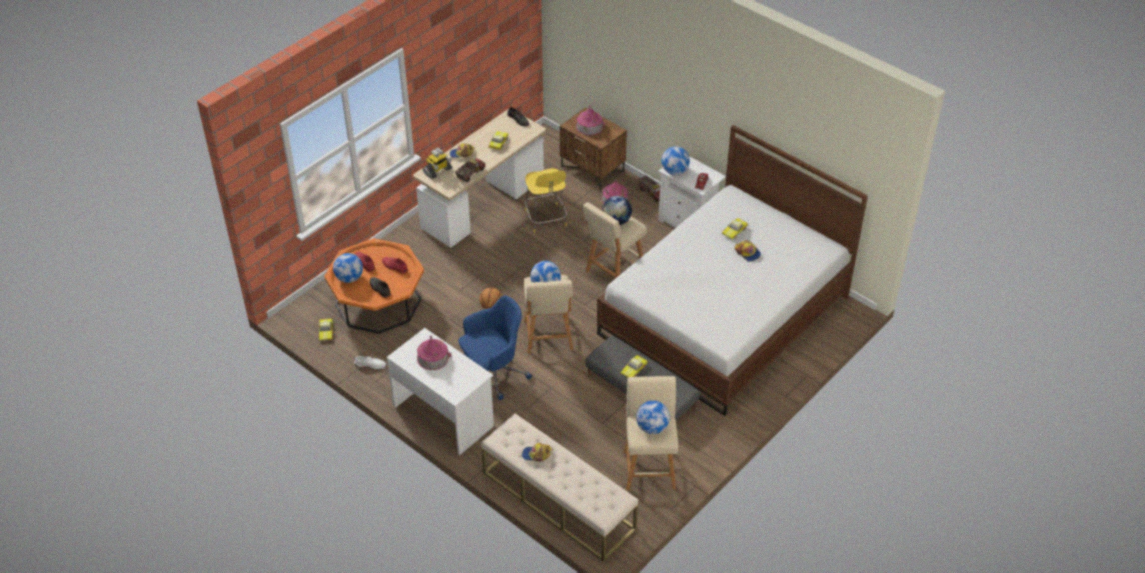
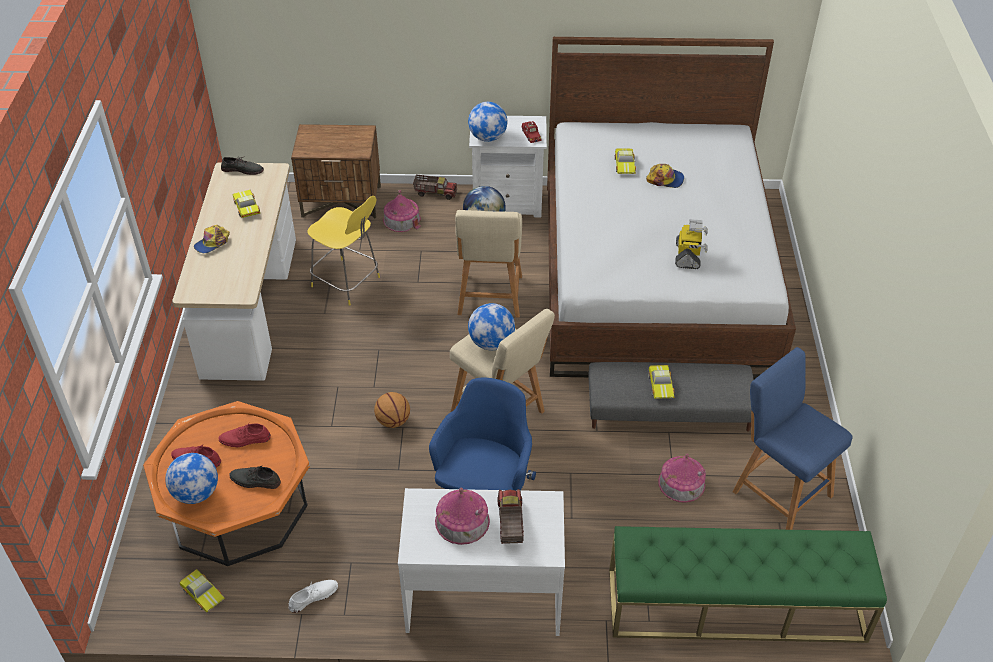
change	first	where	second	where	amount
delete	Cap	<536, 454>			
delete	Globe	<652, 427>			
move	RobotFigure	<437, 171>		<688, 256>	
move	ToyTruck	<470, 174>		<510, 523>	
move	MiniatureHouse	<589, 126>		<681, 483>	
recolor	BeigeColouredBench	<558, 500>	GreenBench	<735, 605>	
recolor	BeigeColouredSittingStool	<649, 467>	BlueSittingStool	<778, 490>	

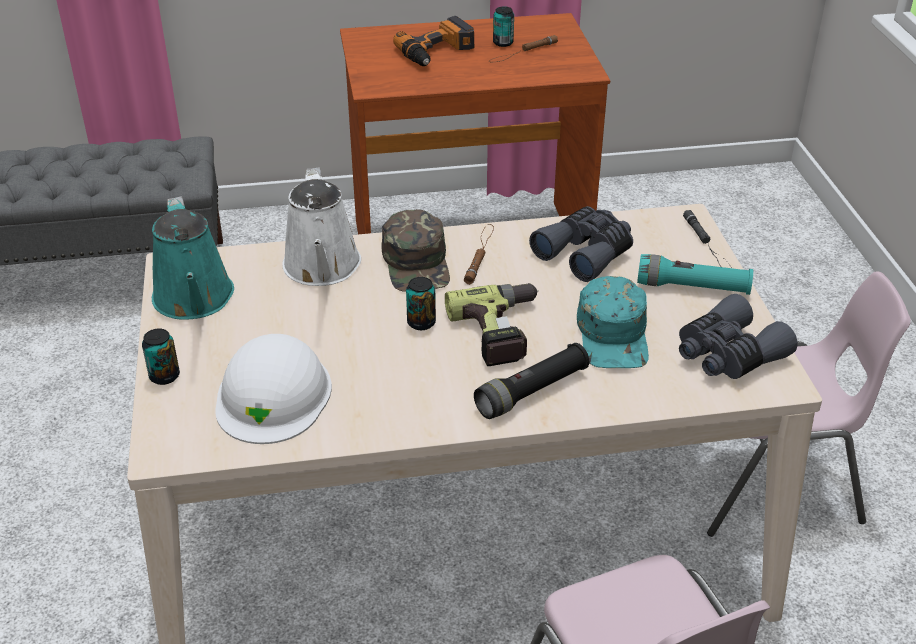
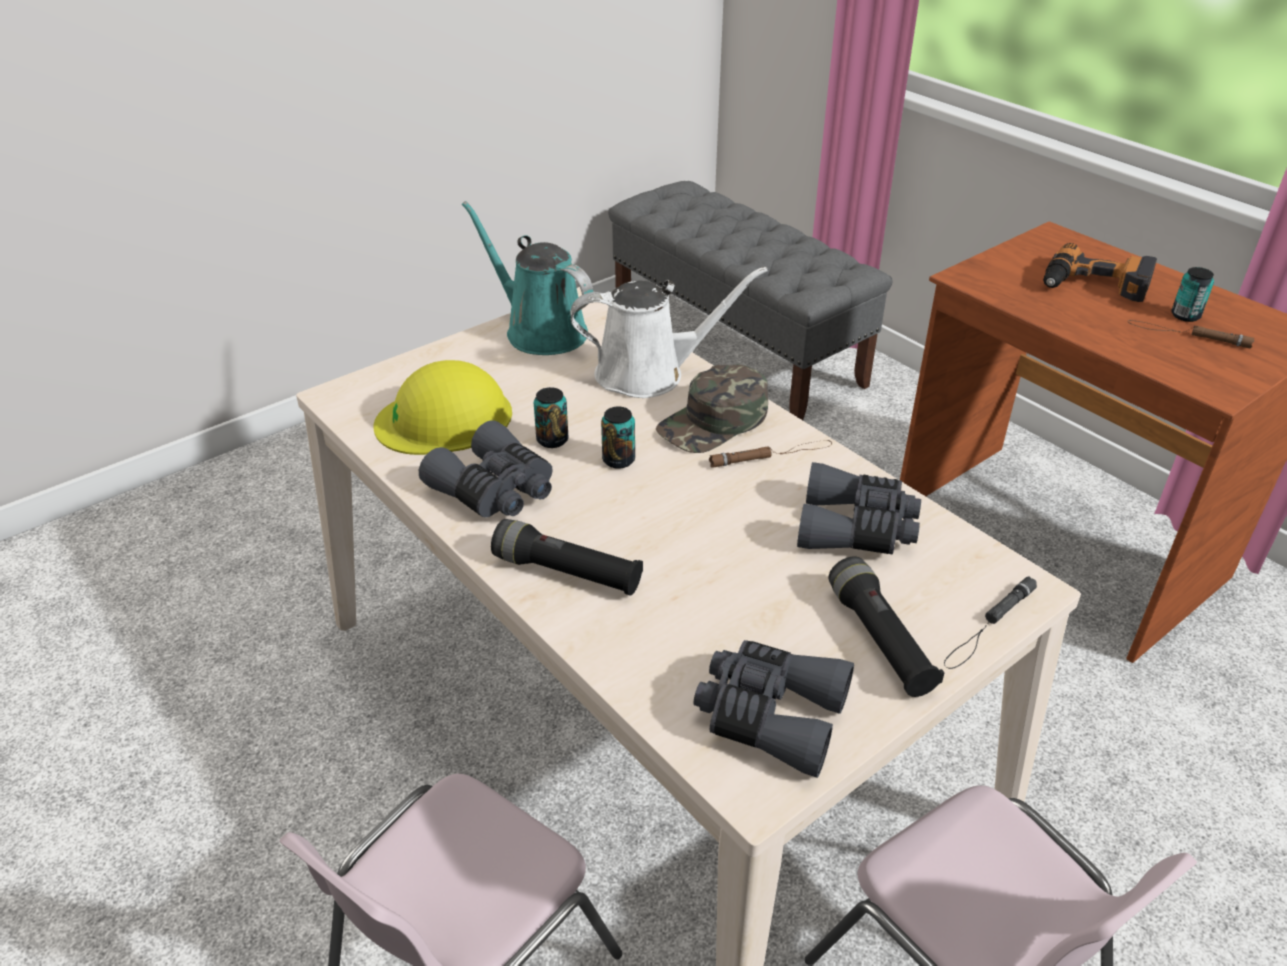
change	first	where	second	where	amount
delete	PowerDrill	<503, 332>			
delete	TurquoiseColouredCap	<614, 335>			
insert			GrayBinoculars	<495, 490>	
move	MetalCan	<164, 376>		<552, 440>	
recolor	WhitishSafetyHelmet	<273, 395>	YellowColouredSafetyHelmet	<445, 419>	
recolor	TurquoiseColouredHandTorch	<692, 287>	BlackishHandTorch	<880, 640>	
rotate	TurquoiseColouredWateringCan	<194, 300>		<540, 331>	90 degrees clockwise
rotate	WhitishWateringCan	<322, 268>		<648, 373>	150 degrees counterclockwise

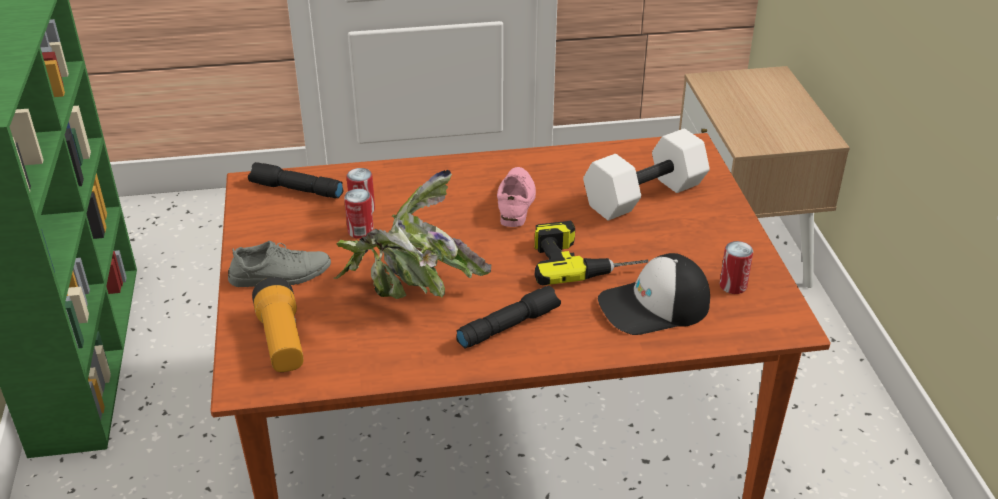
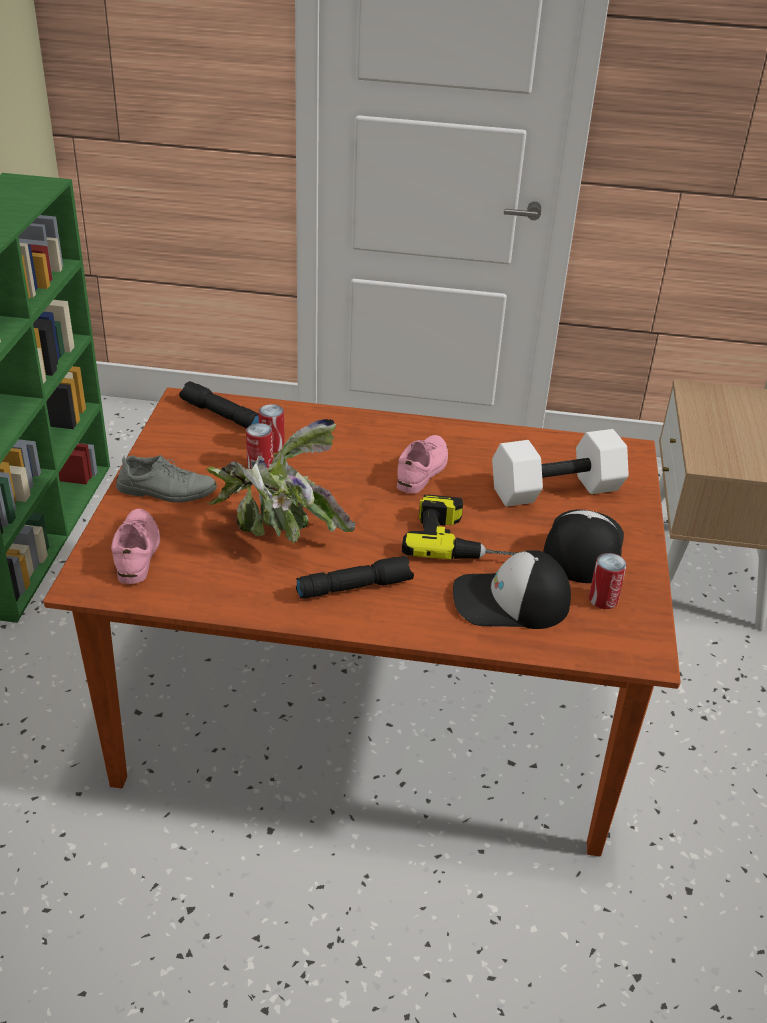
change	first	where	second	where	amount
insert			Cap	<582, 547>	
replace	HandTorch	<282, 340>	PinkItemOfFootwear	<137, 551>	

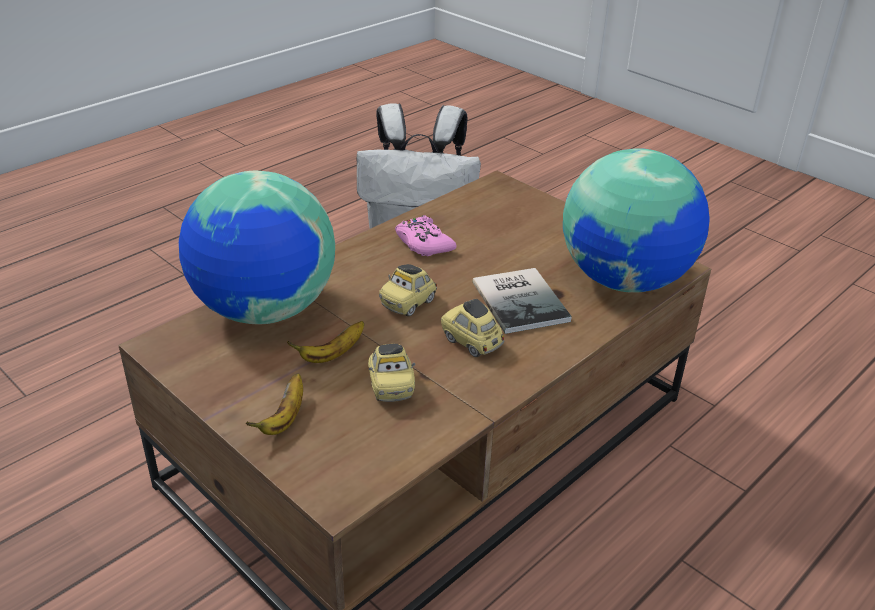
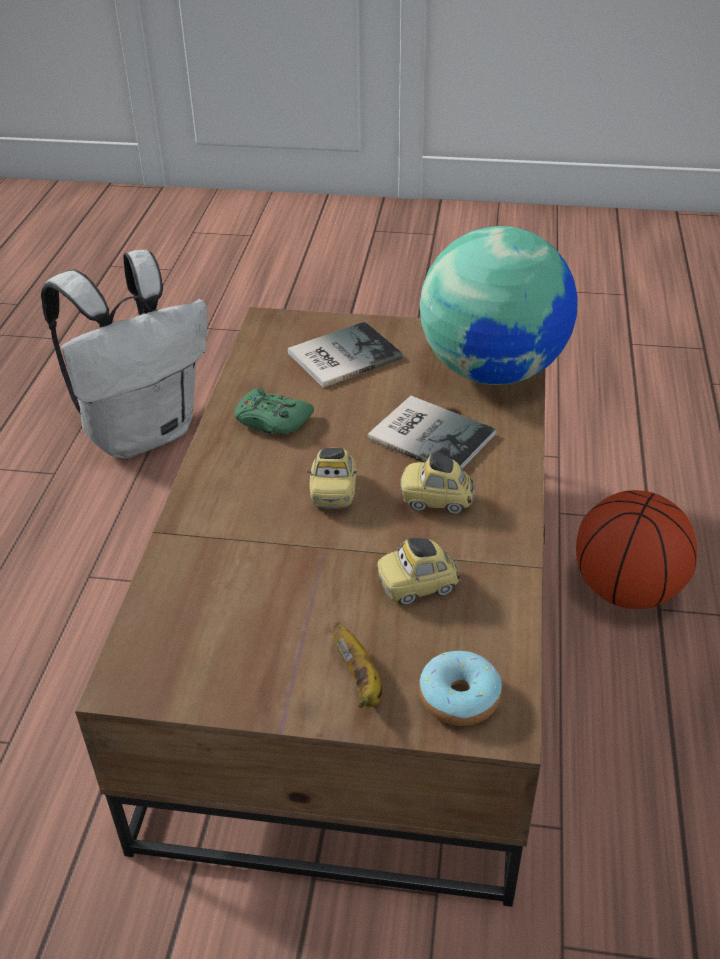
change	first	where	second	where	amount
delete	Globe	<264, 310>			
delete	BananaFruit	<332, 354>			
insert			BoundBook	<340, 355>	
insert			Doughnut	<459, 698>	
insert			BasketballBall	<626, 591>	
recolor	PinkJoypad	<423, 243>	GreenJoypad	<272, 420>	
rotate	MiniatureCar	<391, 386>		<418, 586>	120 degrees clockwise

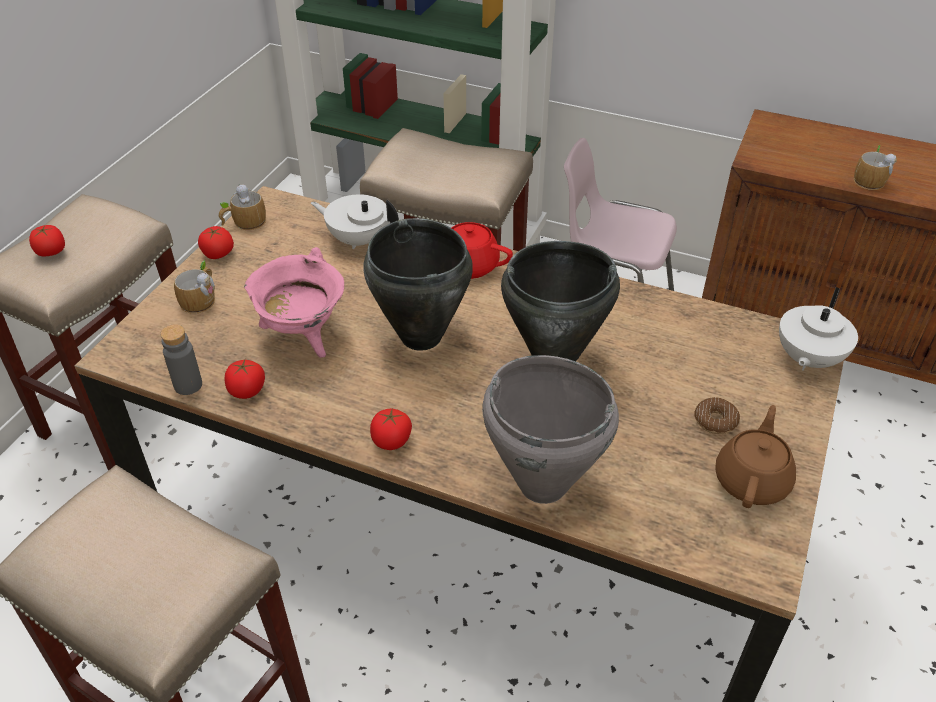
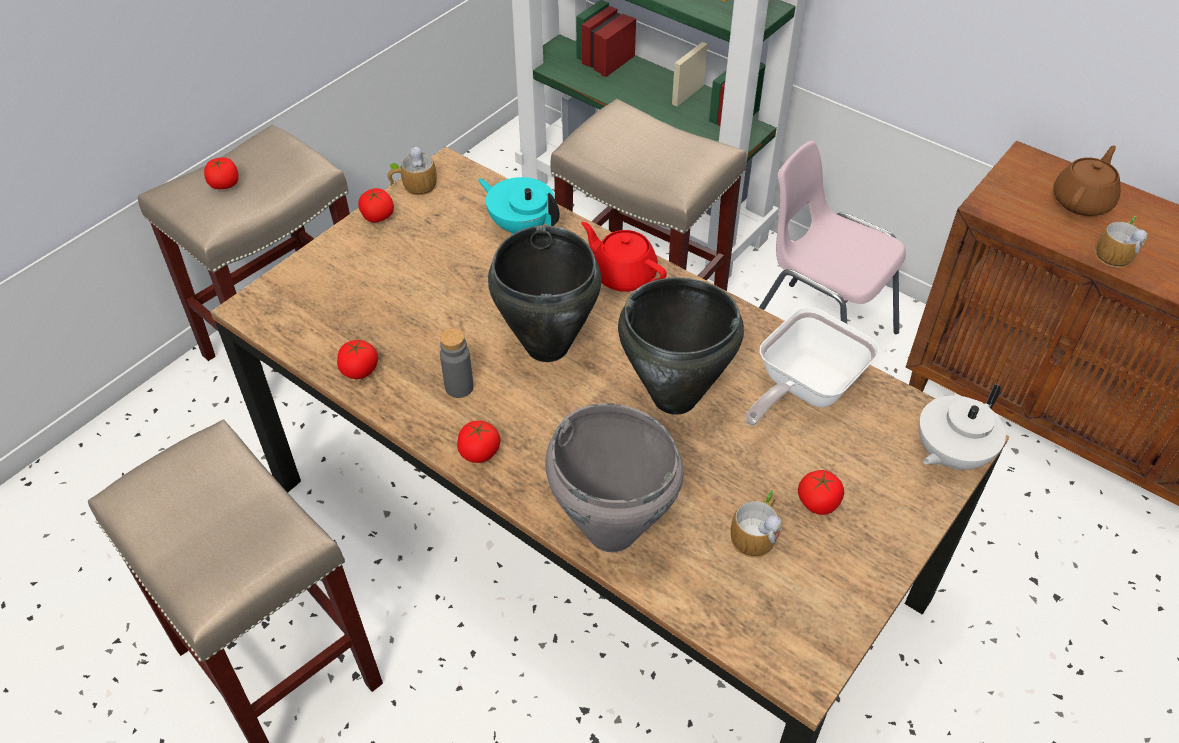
change	first	where	second	where	amount
delete	PinkStockpot	<303, 336>			
insert			Pan	<803, 389>	
move	GrayBeverageBottle	<188, 385>		<459, 387>	
move	TeaMug	<201, 298>		<757, 533>	
move	BrownishPotForTea	<752, 480>		<1082, 201>	
replace	Doughnut	<715, 421>	FreshTomato	<818, 502>	
recolor	WhitishPotForTea	<358, 240>	TurquoiseColouredPotForTea	<521, 225>	

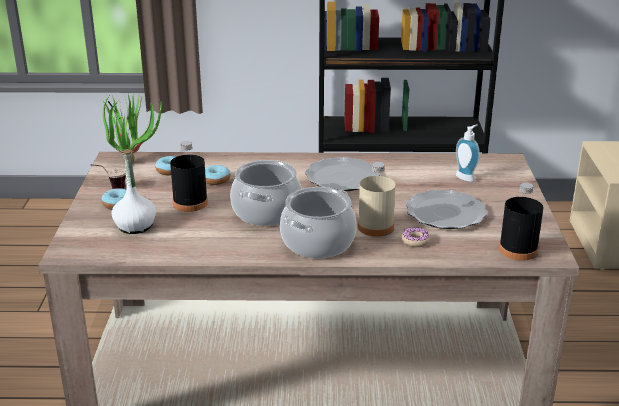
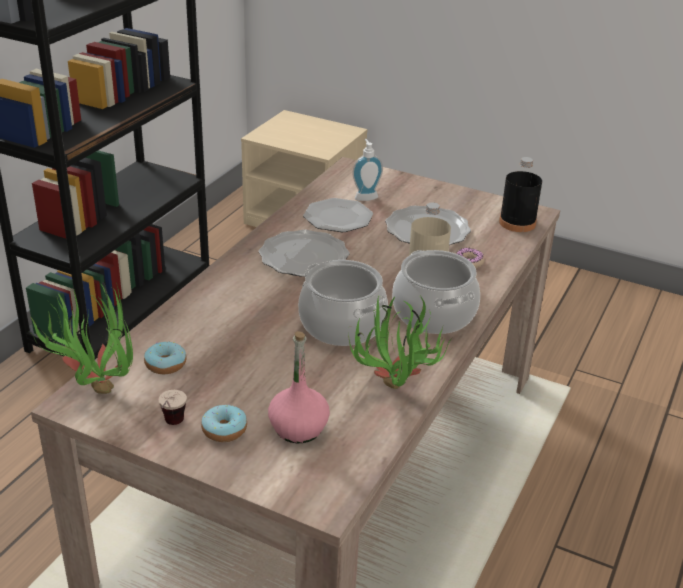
change	first	where	second	where	amount
delete	BlackishBeverageBottle	<190, 203>			
delete	Doughnut	<216, 180>			
insert			DinnerPlate	<338, 217>	
insert			PlantInAPot	<394, 394>	
recolor	WhitishBeverageBottle	<135, 226>	PinkBeverageBottle	<299, 428>	

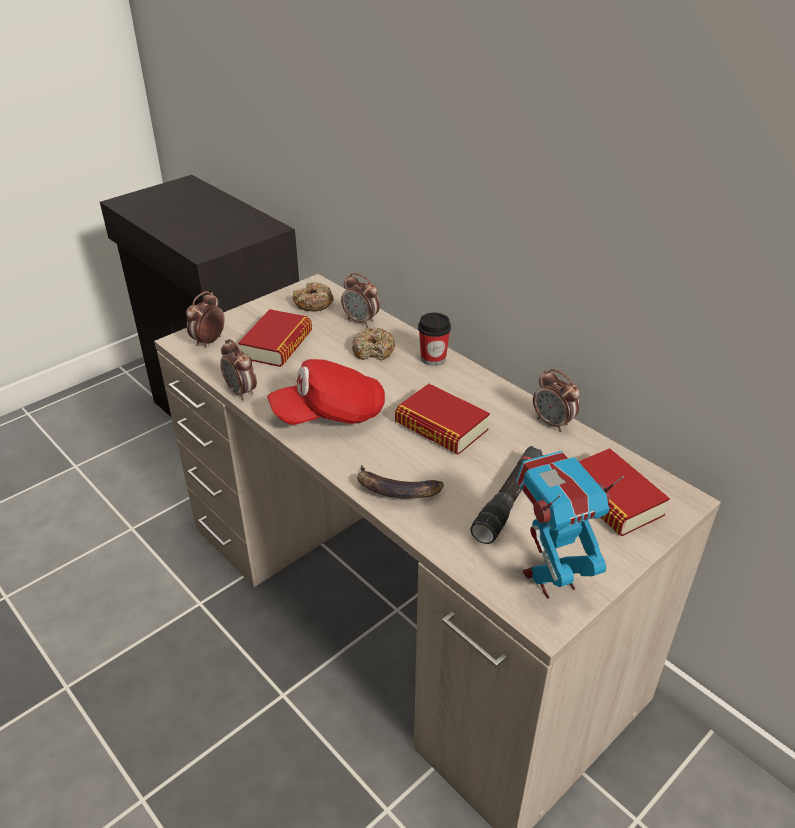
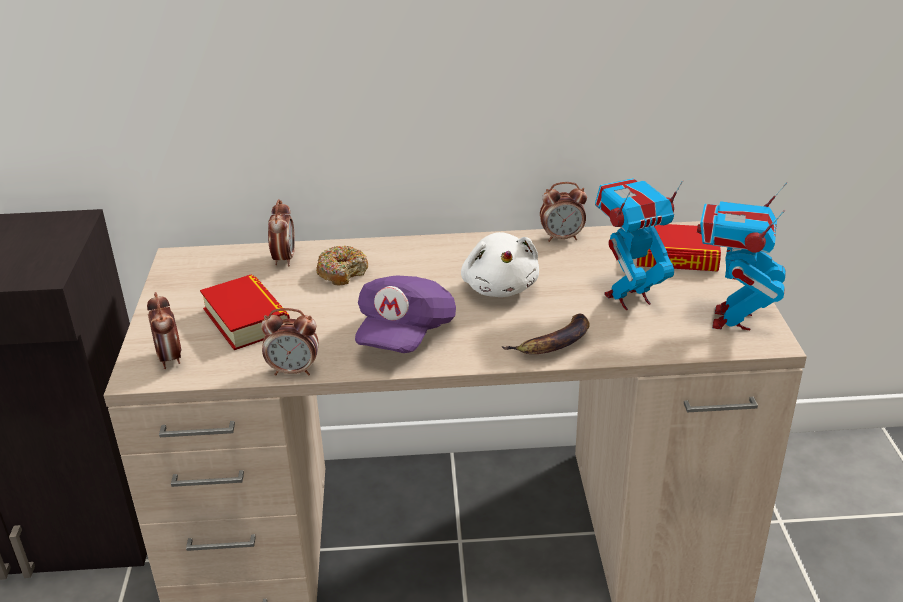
change	first	where	second	where	amount
delete	Doughnut	<313, 303>			
delete	DrinkingCup	<433, 358>			
replace	BoundBook	<441, 426>	WhitishSoftToy	<500, 287>	
replace	BlackishHandTorch	<509, 500>	RobotFigure	<628, 298>	
recolor	RedCap	<330, 414>	PurpleColouredCap	<405, 334>	
rotate	TableClock	<361, 321>		<284, 259>	75 degrees counterclockwise

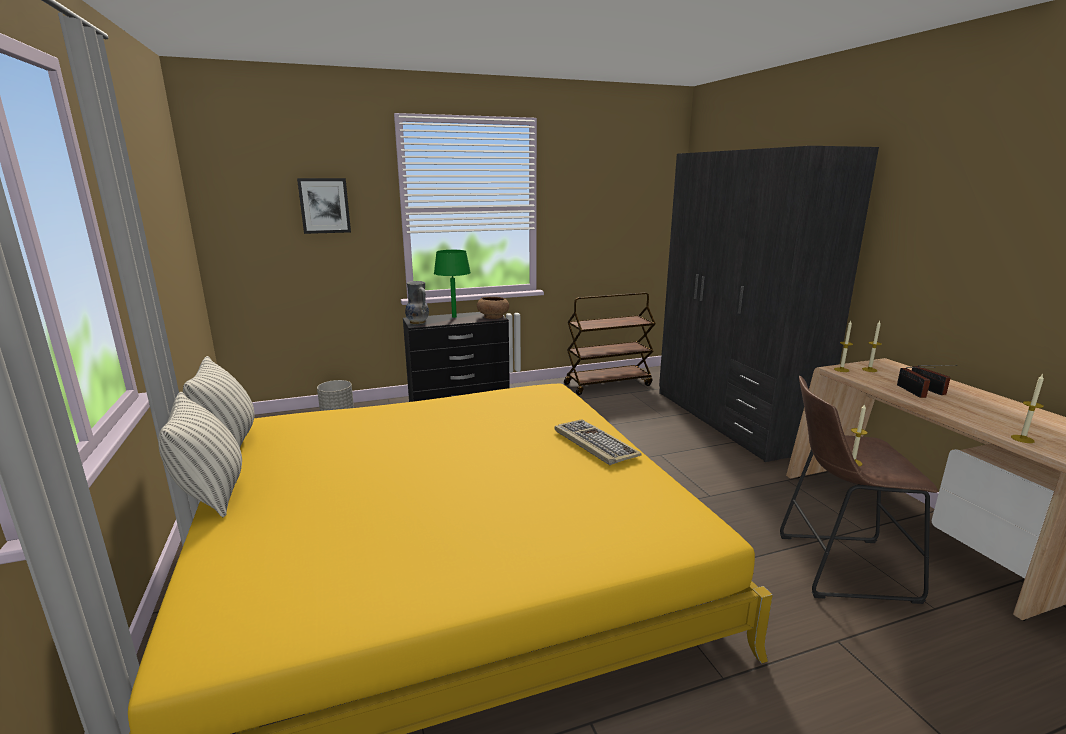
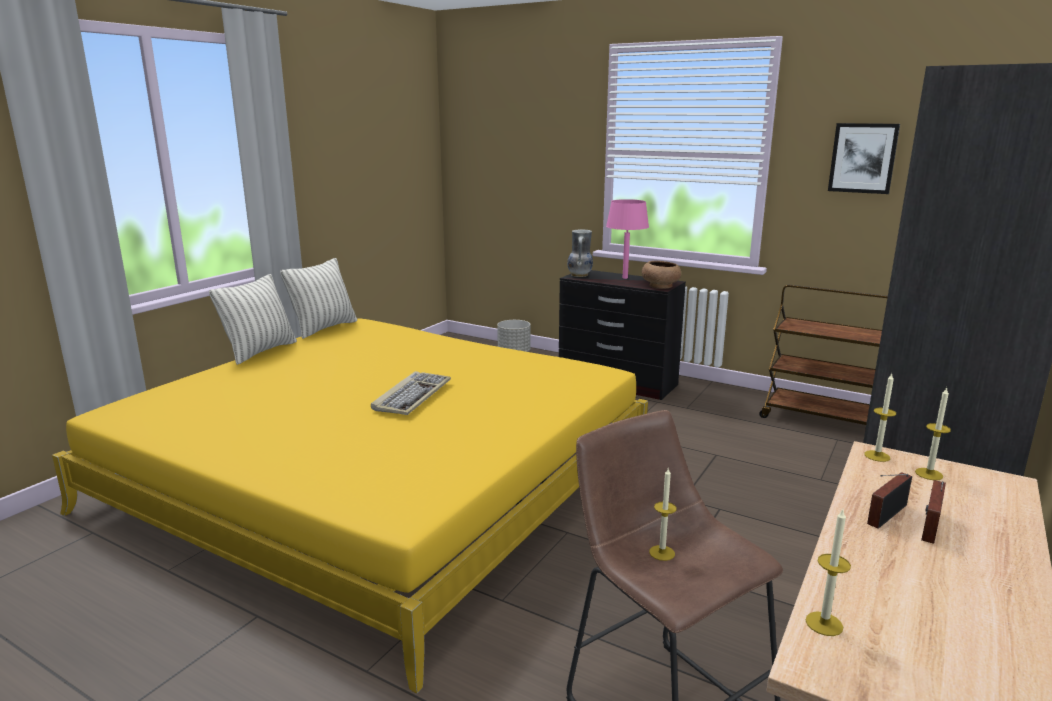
change	first	where	second	where	amount
move	WallPicture	<324, 205>		<863, 158>	
move	Keyboard	<594, 444>		<412, 396>	
recolor	GreenTabletopLamp	<454, 317>	PinkTabletopLamp	<625, 278>	

